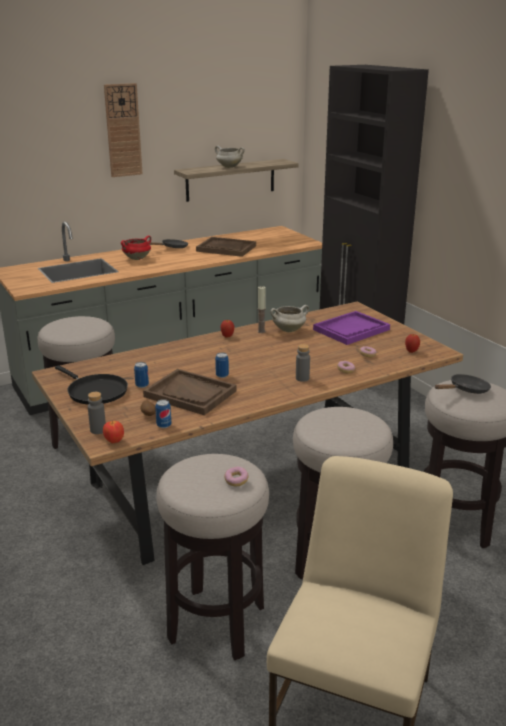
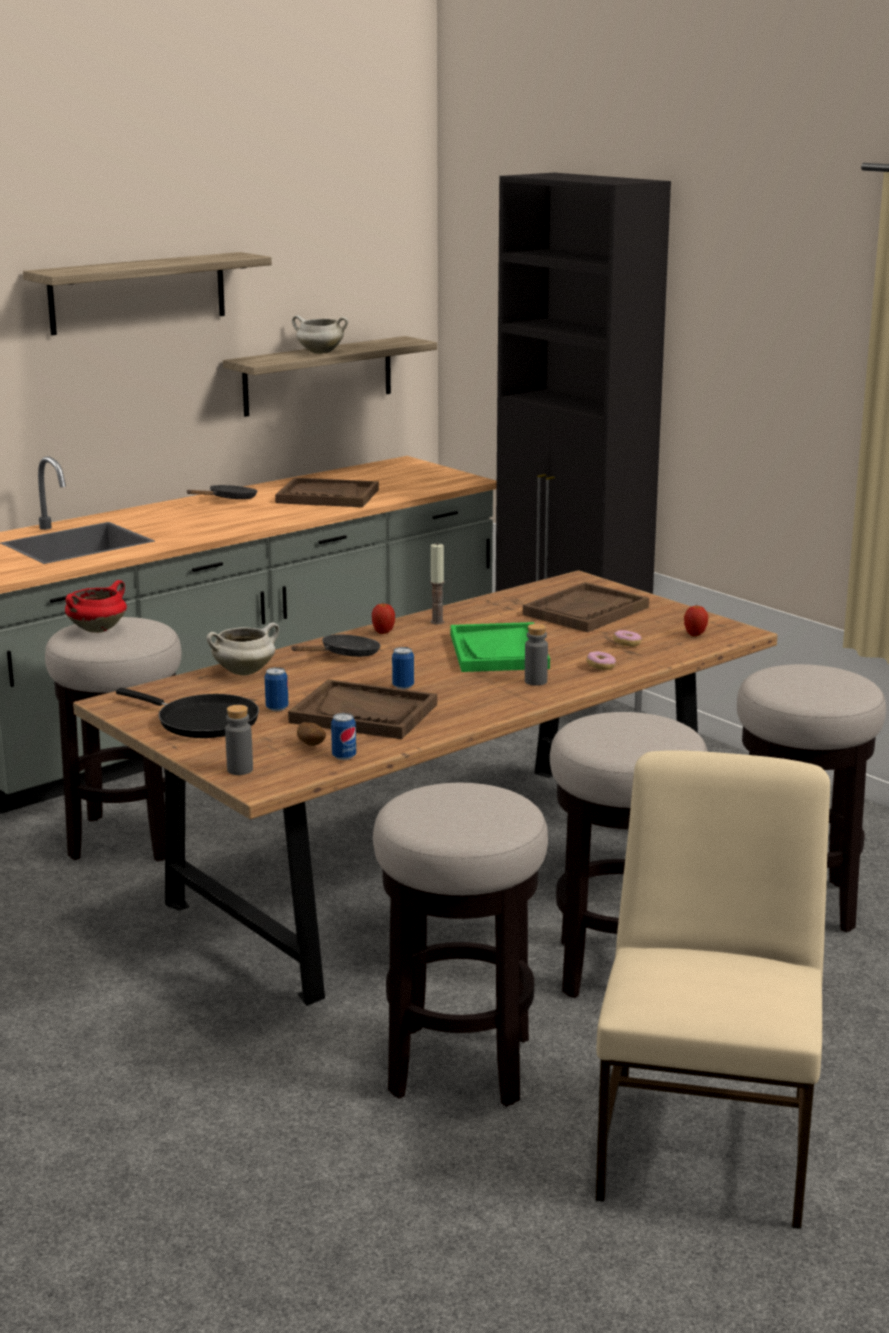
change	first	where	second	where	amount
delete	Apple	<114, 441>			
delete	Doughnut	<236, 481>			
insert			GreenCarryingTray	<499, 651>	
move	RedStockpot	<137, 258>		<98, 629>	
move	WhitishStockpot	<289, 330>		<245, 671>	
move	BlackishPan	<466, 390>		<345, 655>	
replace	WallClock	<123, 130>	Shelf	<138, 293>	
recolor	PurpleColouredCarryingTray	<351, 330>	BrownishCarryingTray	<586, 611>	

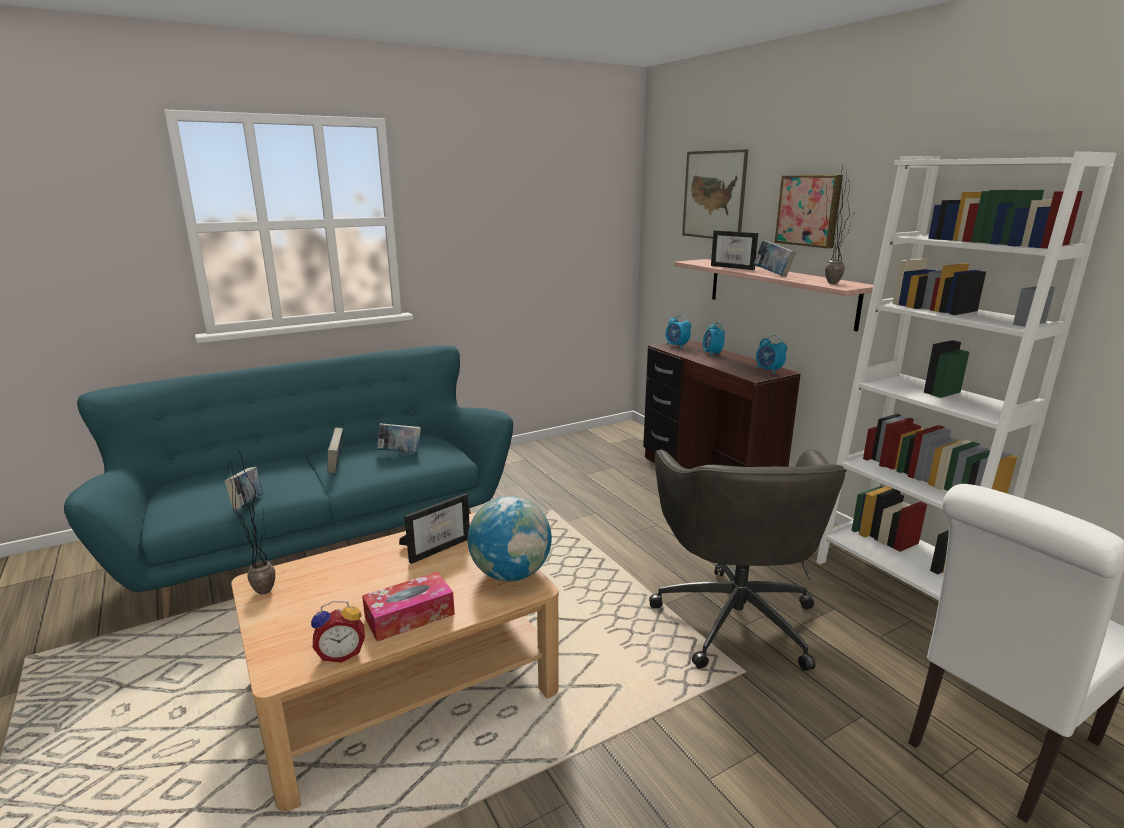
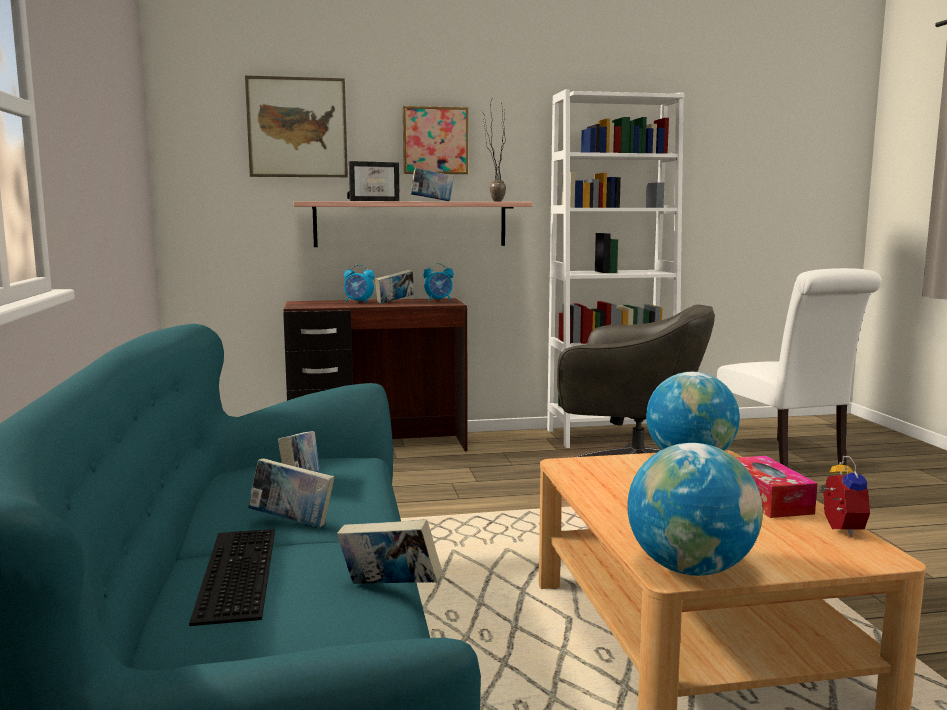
change	first	where	second	where	amount
delete	StandingFrame	<437, 547>			
delete	TableClock	<676, 346>			
insert			Keyboard	<233, 572>	
insert			BoundBook	<395, 302>	
replace	PlantInAPot	<264, 587>	Globe	<691, 569>	

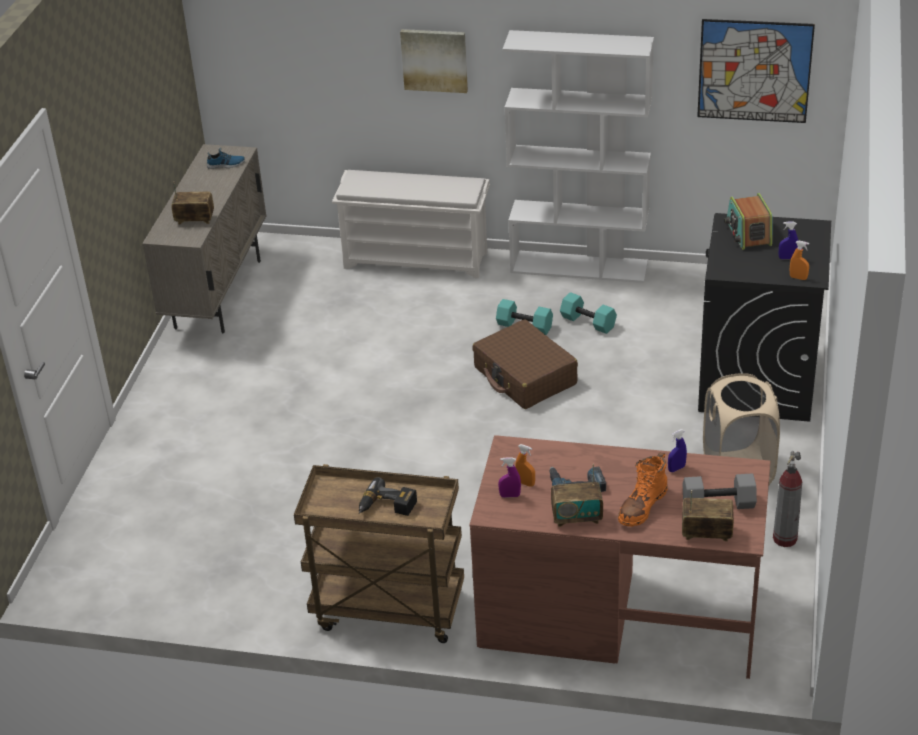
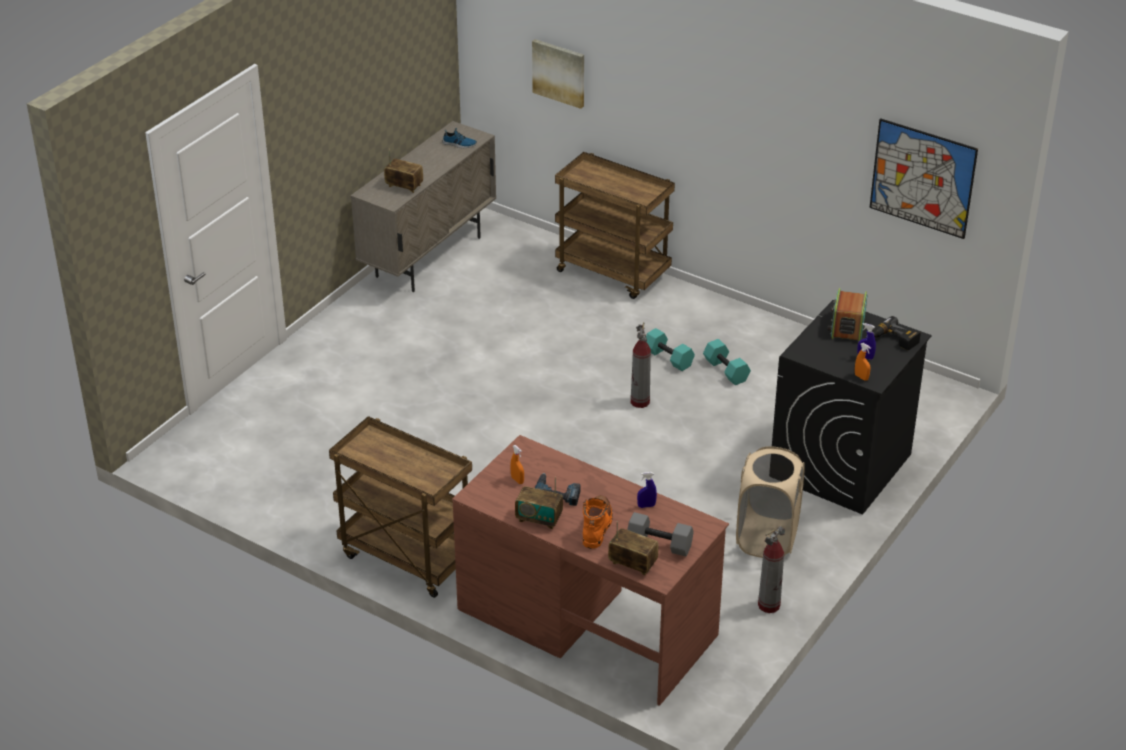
change	first	where	second	where	amount
delete	PurpleColouredSprayBottle	<510, 495>			
delete	WhitishShelvingUnit	<580, 266>			
move	PowerDrill	<386, 507>		<893, 340>	
move	WallPicture	<434, 60>		<559, 72>	
replace	WhitishShoeShelf	<417, 259>	BrownishCart	<614, 273>	
replace	BrownishTravelCase	<525, 376>	FireExtinguisher	<640, 402>	
rotate	OrangeColouredBoot	<642, 506>		<597, 527>	135 degrees clockwise

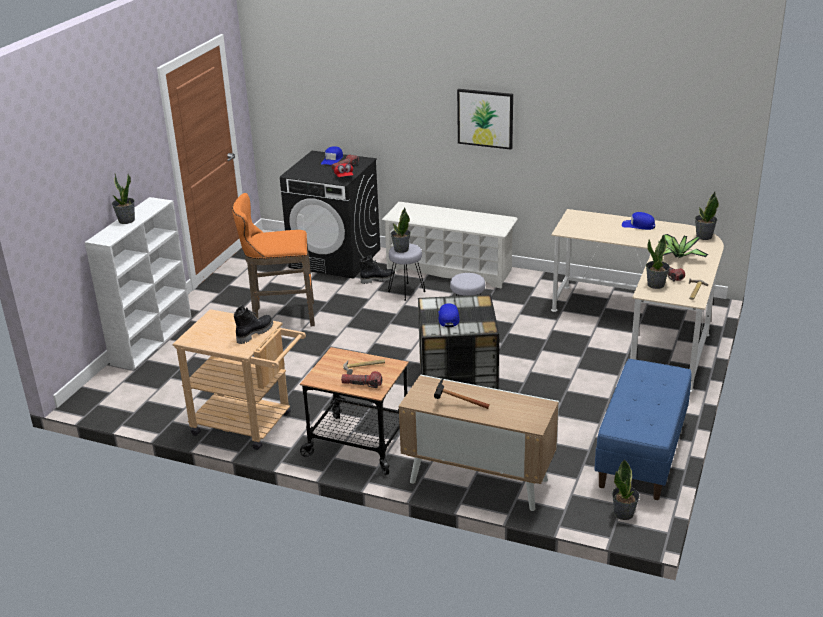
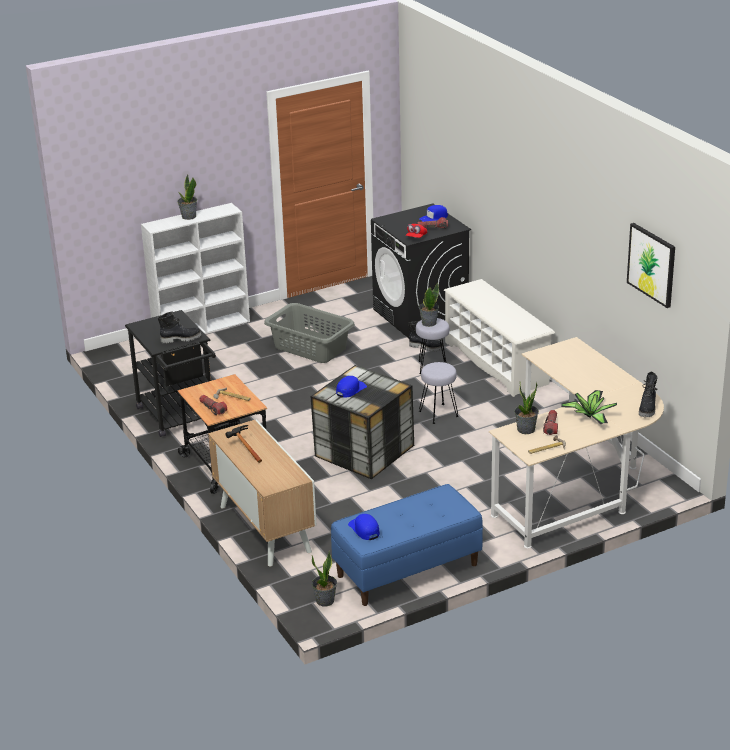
change	first	where	second	where	amount
move	WallPicture	<485, 118>		<652, 264>	
move	BlueCap	<638, 225>		<364, 529>	
replace	OrangeColouredSittingStool	<280, 317>	GrayHamper	<310, 347>	
replace	PlantInAPot	<703, 236>	BlackishBoot	<648, 409>	
recolor	BeigeColouredCart	<249, 425>	BlackishCart	<179, 418>	

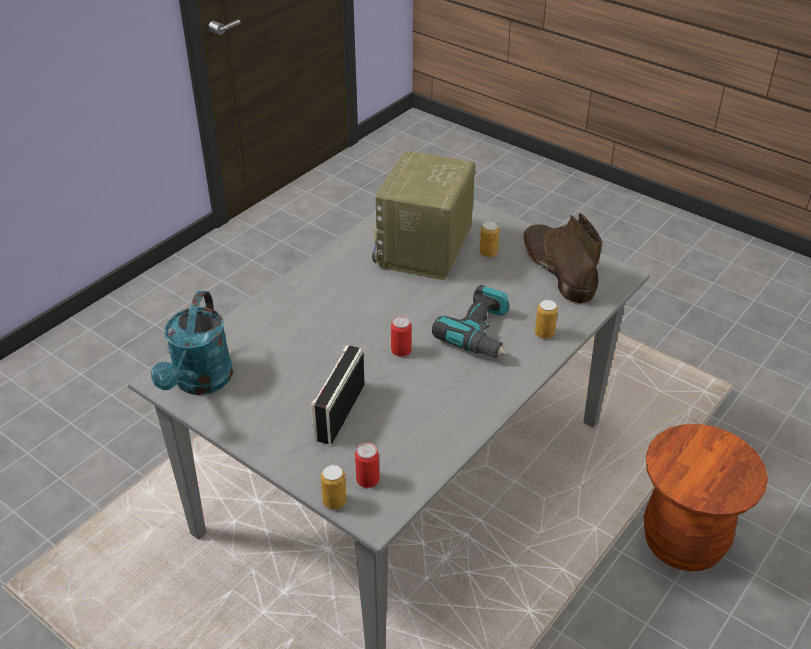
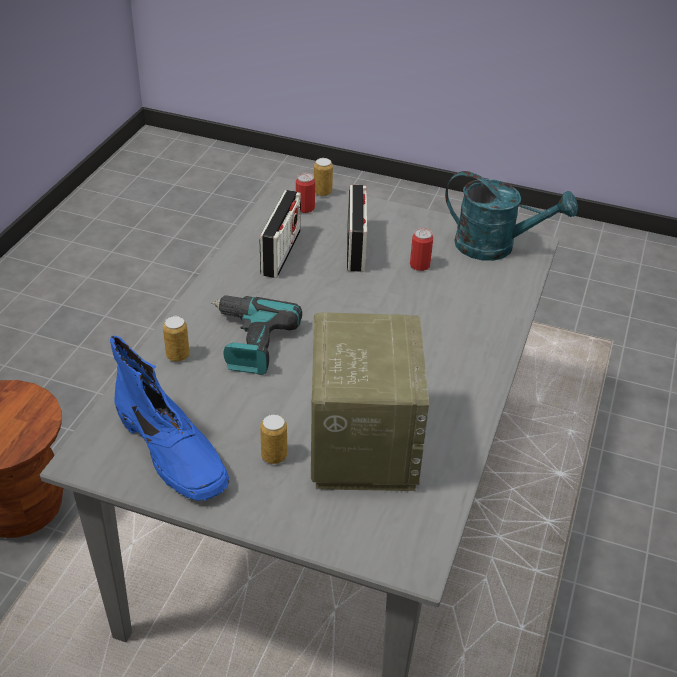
change	first	where	second	where	amount
insert			RadioReceiver	<281, 253>	
move	MetalCan	<401, 350>		<419, 265>	
recolor	BrownishBoot	<557, 268>	BlueBoot	<172, 451>	
rotate	TurquoiseColouredWateringCan	<200, 382>		<495, 247>	120 degrees clockwise

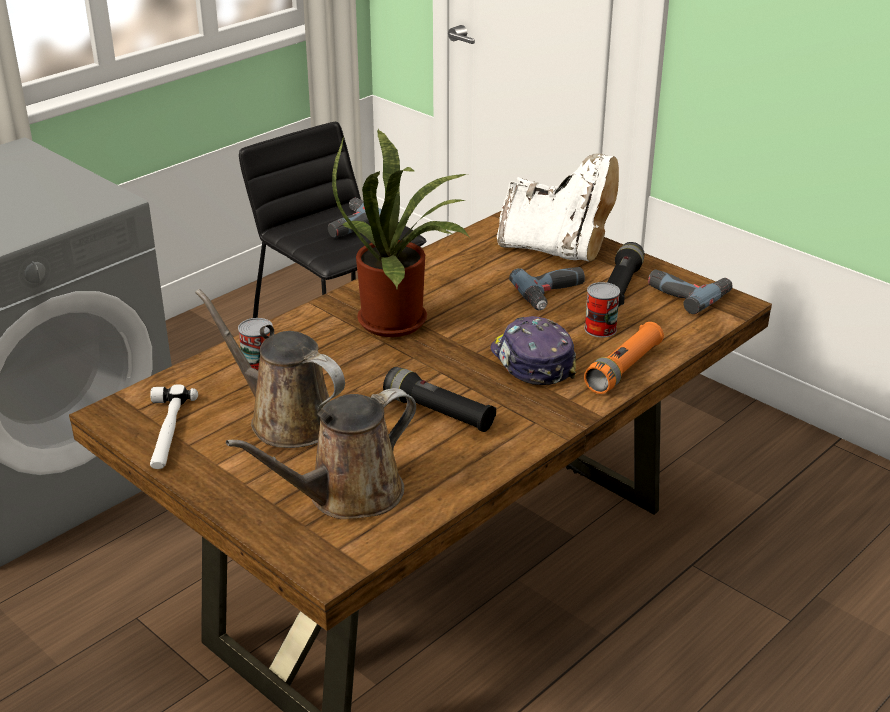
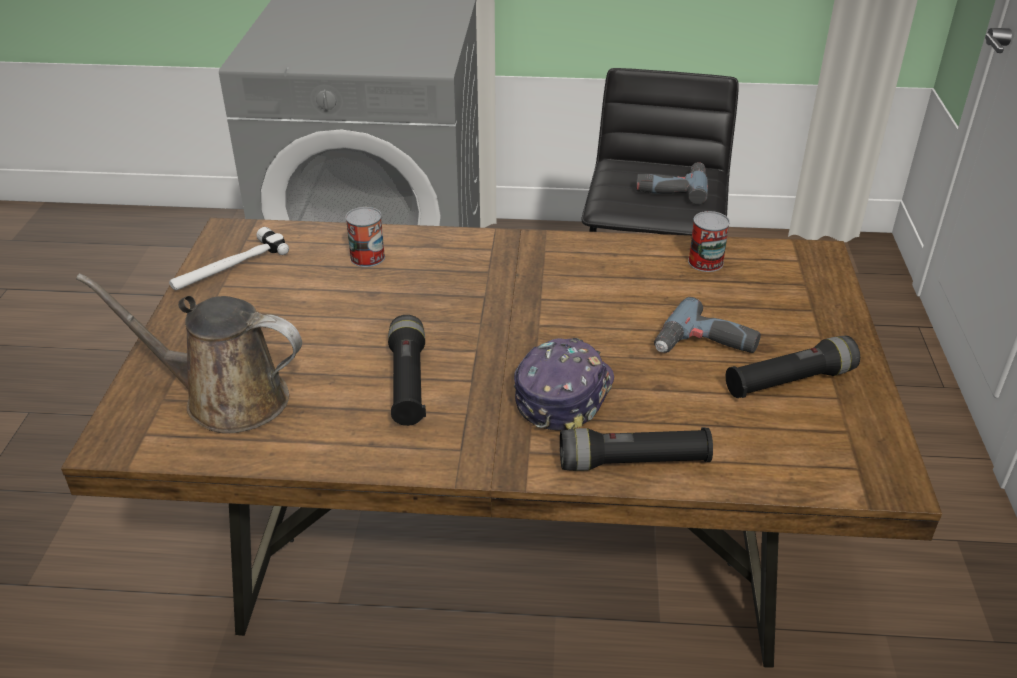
change	first	where	second	where	amount
delete	BrownishWateringCan	<286, 419>			
delete	PlantInAPot	<400, 321>			
delete	WhitishBoot	<557, 250>			
delete	PowerDrill	<688, 293>			
move	MetalCan	<600, 329>		<705, 262>	
recolor	OrangeColouredHandTorch	<624, 369>	BlackishHandTorch	<633, 462>	

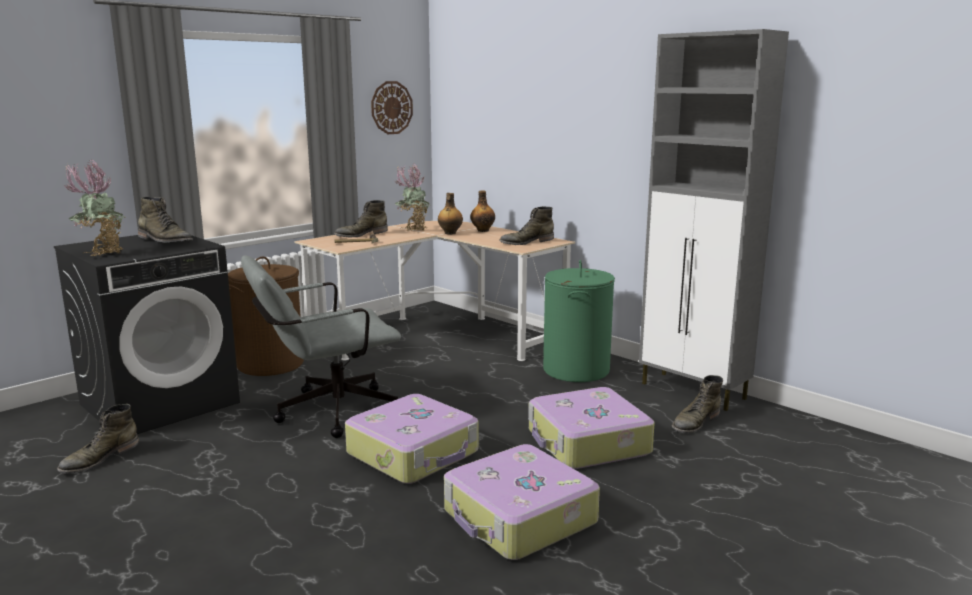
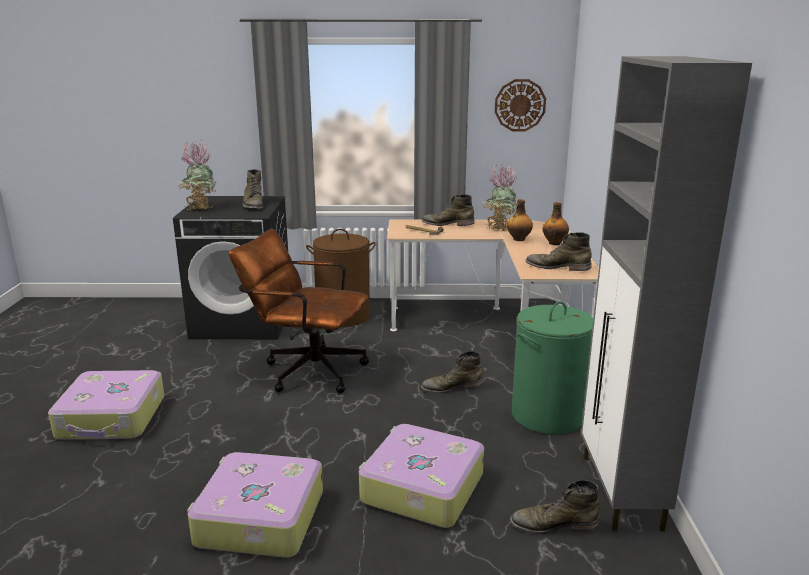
change	first	where	second	where	amount
move	GreenBoot	<99, 458>		<451, 387>	
move	TravelCase	<414, 453>		<112, 418>	
recolor	GrayOfficeChair	<327, 413>	BrownishOfficeChair	<306, 370>	

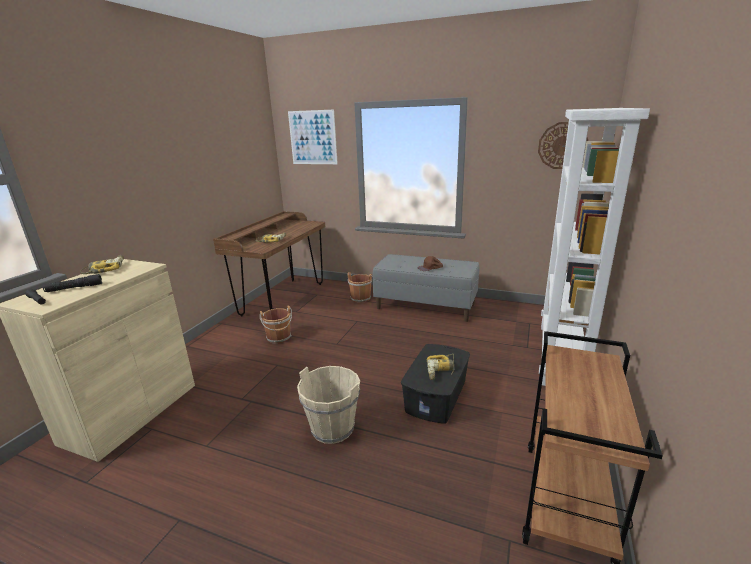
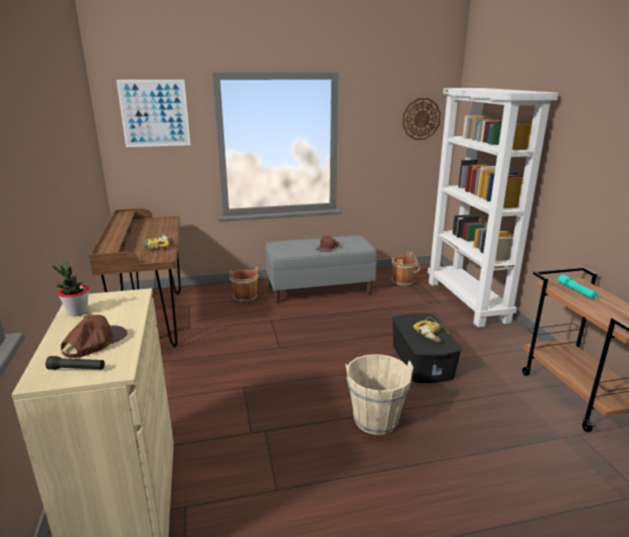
change	first	where	second	where	amount
insert			TurquoiseColouredHandTorch	<576, 291>	
move	BrownishPail	<279, 338>		<404, 282>	
replace	BlackishHandTorch	<74, 288>	BrownishCap	<94, 342>	
replace	PowerDrill	<106, 269>	PlantInAPot	<77, 312>	

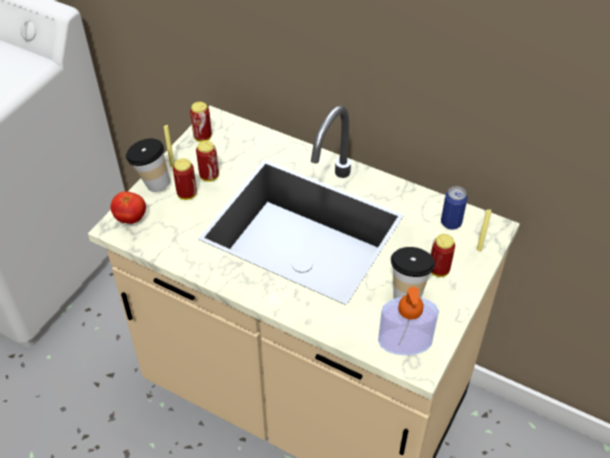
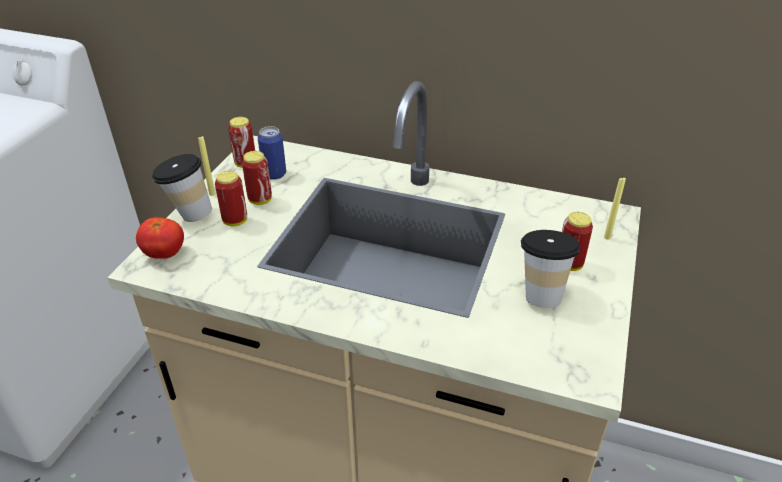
change	first	where	second	where	amount
delete	SoapDispenser	<405, 341>			
move	MetalCan	<451, 223>		<274, 174>	

